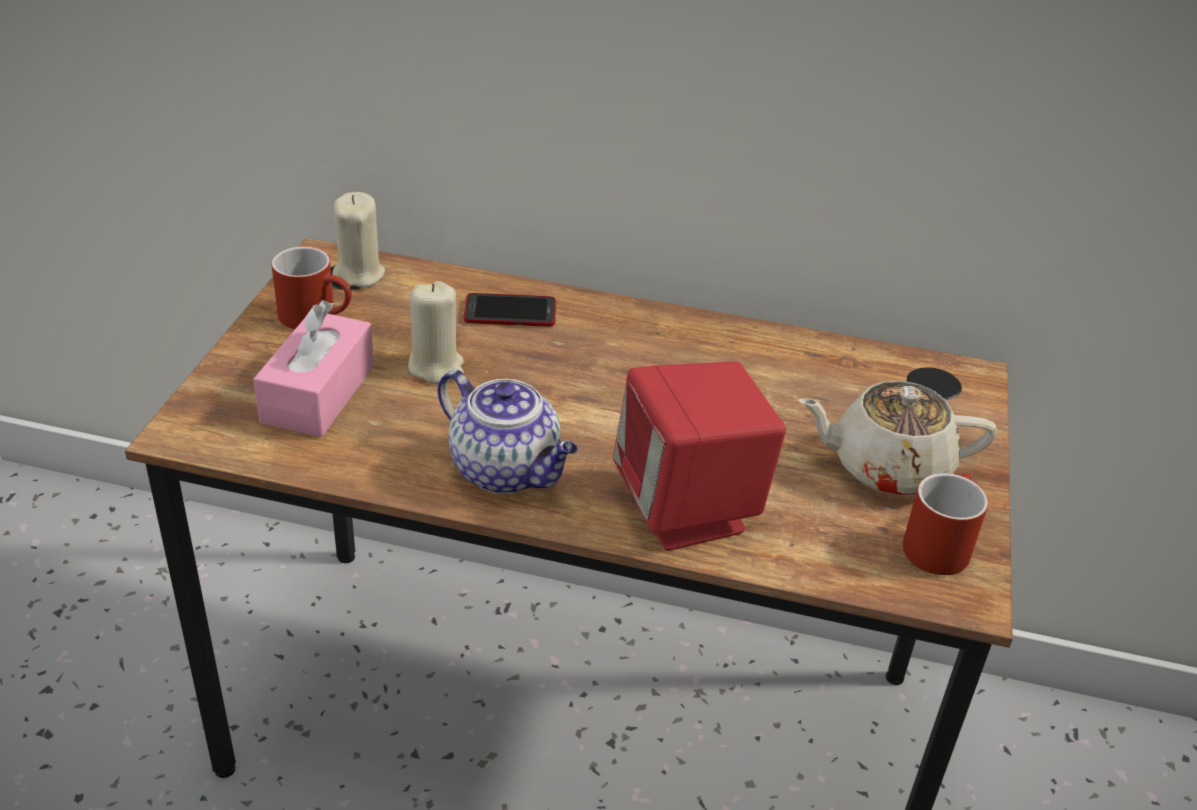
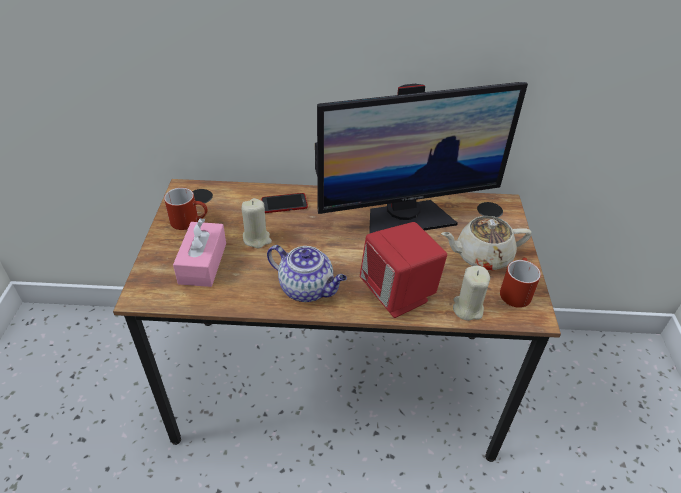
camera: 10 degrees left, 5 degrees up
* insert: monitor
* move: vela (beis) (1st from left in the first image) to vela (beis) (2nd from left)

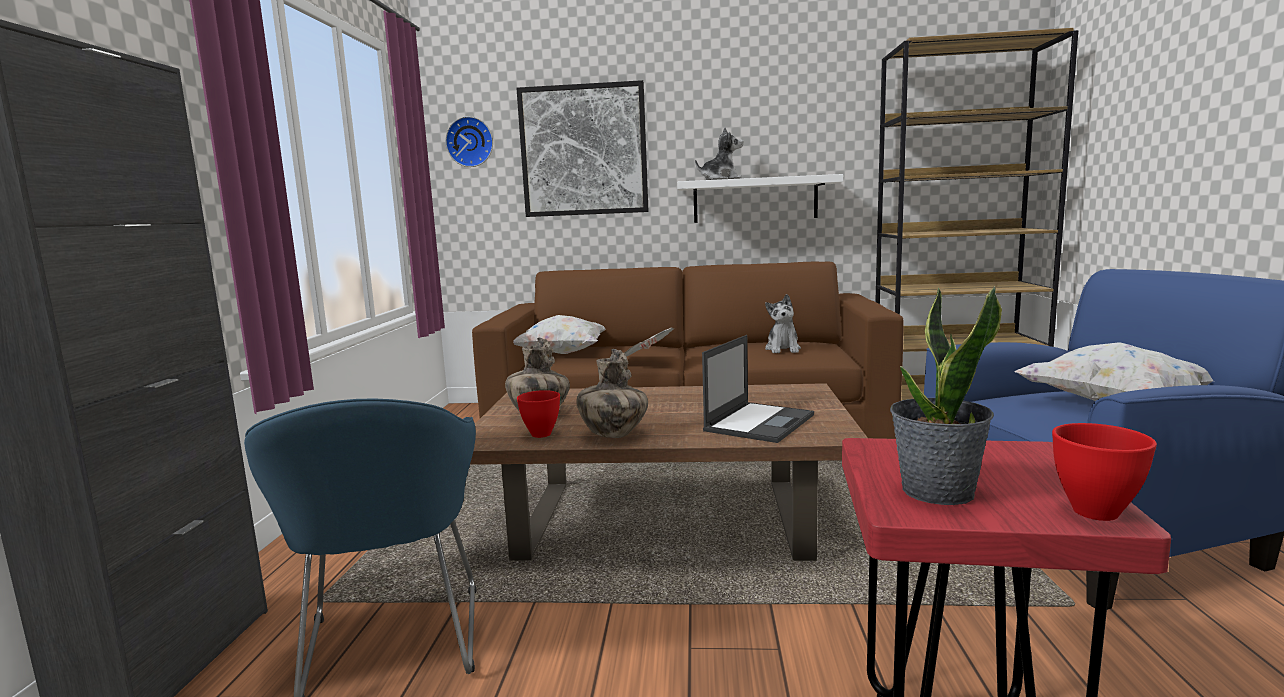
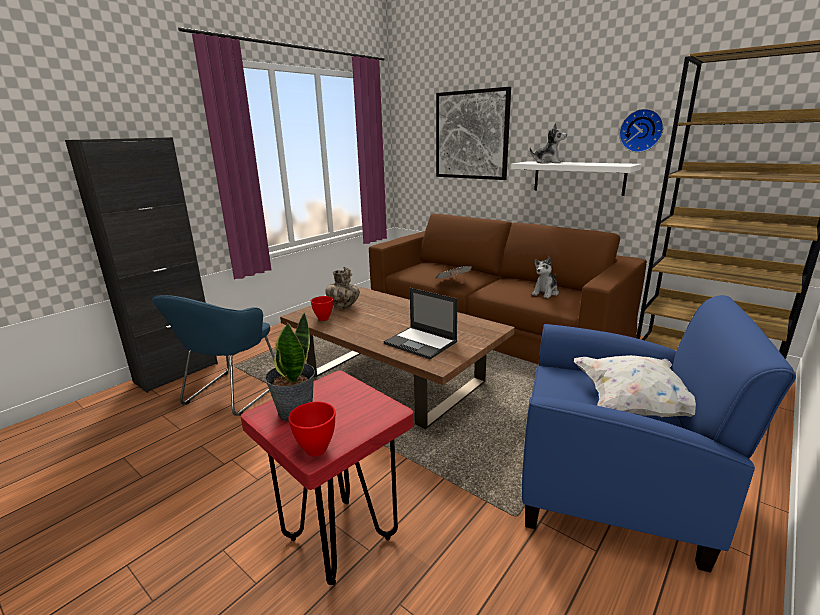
camera: 35 degrees right, 10 degrees up
* rotate: portátil 60 degrees clockwise
* move: reloj de pared
* delete: cojín (blanco) (1st from left)
* delete: florero (2nd from left)

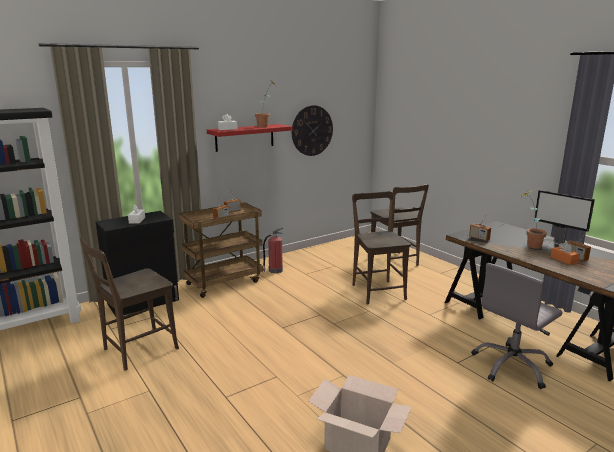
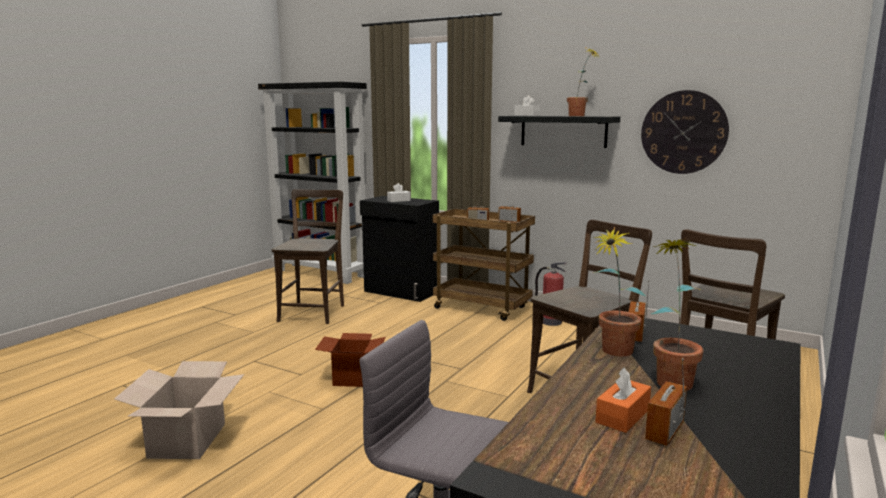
camera: 65 degrees right, 5 degrees down
* rotate: silla (marrón) (1st from left) 75 degrees clockwise
* insert: caja de cartón (2nd from left)
* recolor: estante (rojo) to estante (negro)
* insert: planta en maceta (2nd from left)
* delete: monitor

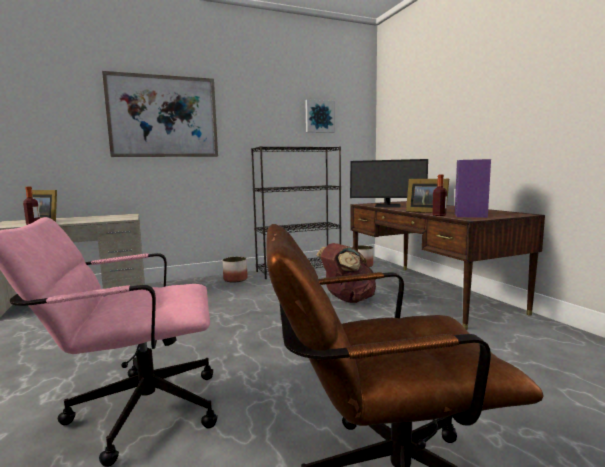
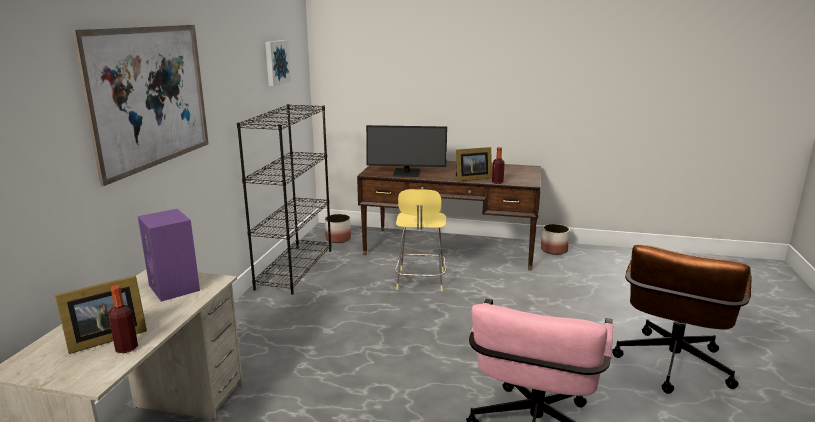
camera: 55 degrees left, 10 degrees up
* move: altavoz (morado)
* rotate: monitor 45 degrees clockwise
* replace: mochila (marrón) to taburete (amarillo)
* move: maceta (1st from left in the first image) to maceta (2nd from left)

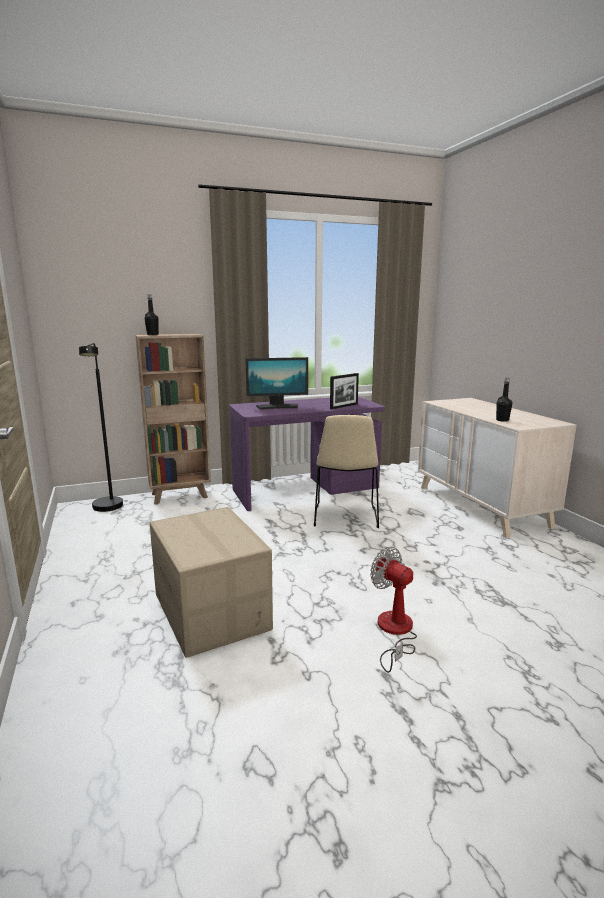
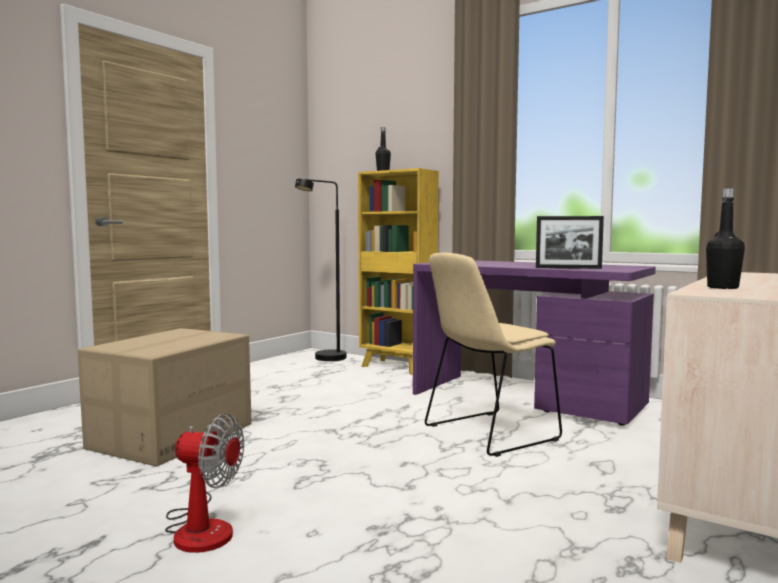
camera: 55 degrees right, 10 degrees down
* rotate: ventilador 90 degrees clockwise
* recolor: estantería (marrón) to estantería (amarillo)
* delete: monitor

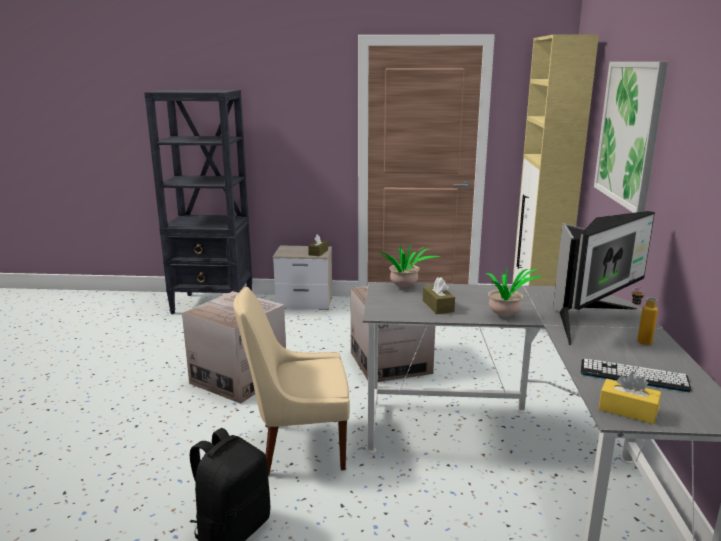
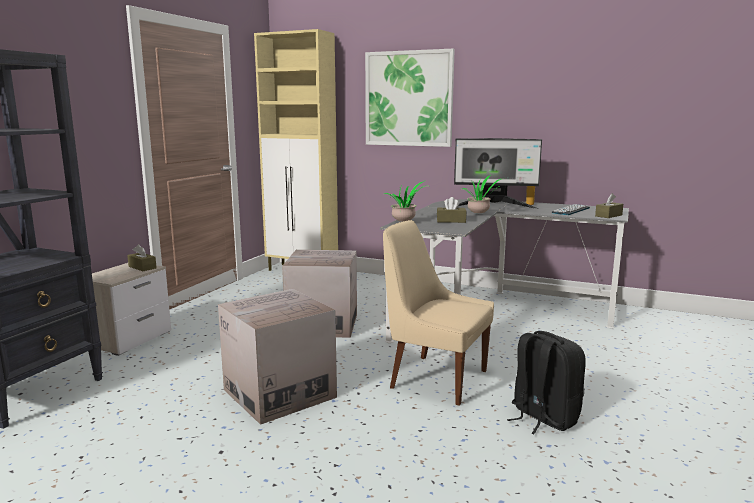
camera: 70 degrees left, 5 degrees down
* rotate: silla (beis) 105 degrees clockwise
* rotate: monitor 120 degrees clockwise
* recolor: caja de pañuelos (amarillo) to caja de pañuelos (marrón) (3rd from left)

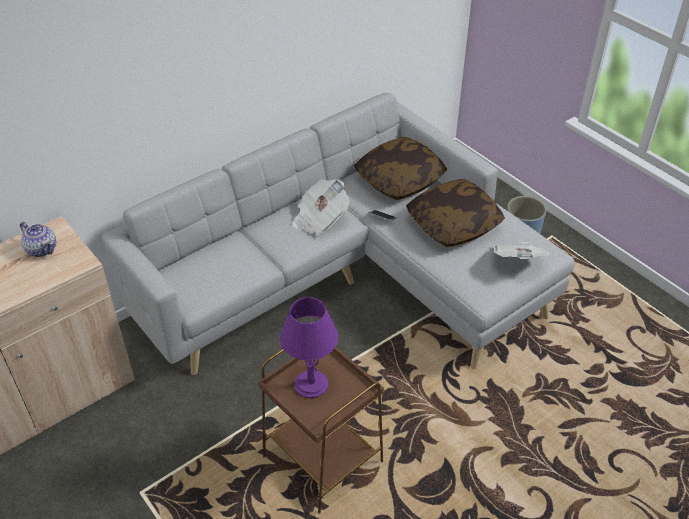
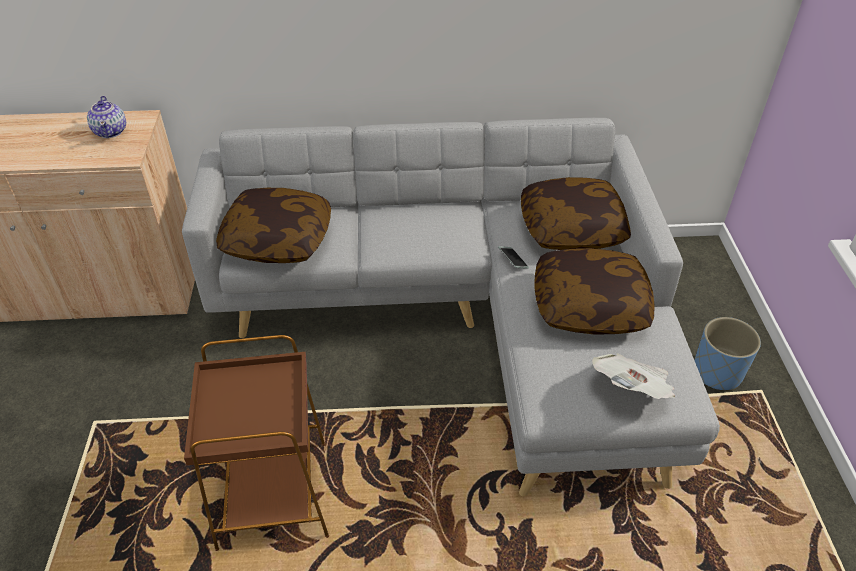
camera: 35 degrees right, 0 degrees up
* insert: cojín (1st from left)
* delete: lámpara de mesa (morado)
* delete: periódico (1st from left)

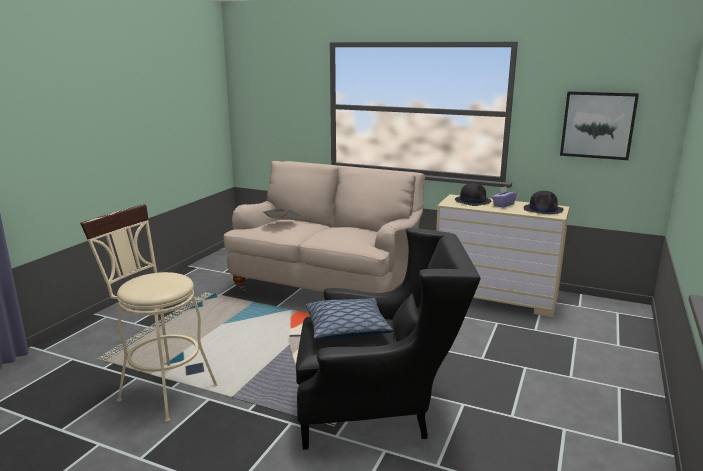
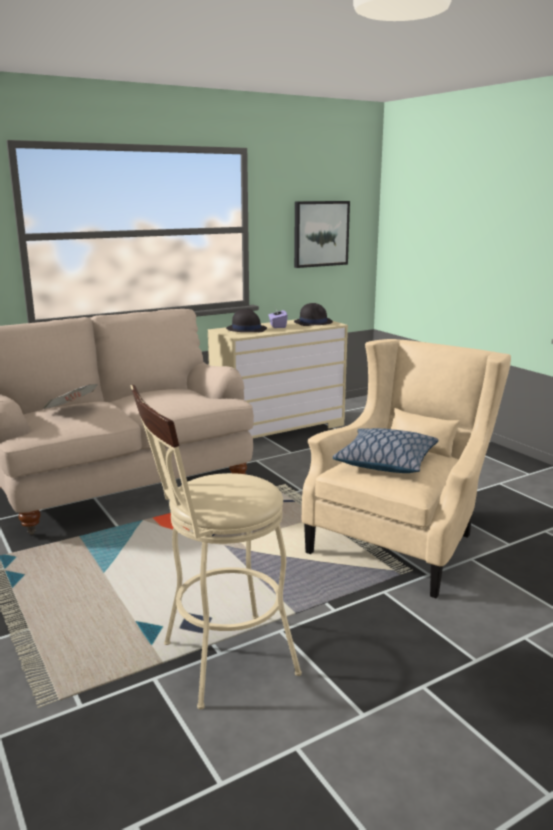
camera: 55 degrees left, 0 degrees up
* recolor: sillón (negro) to sillón (beis)

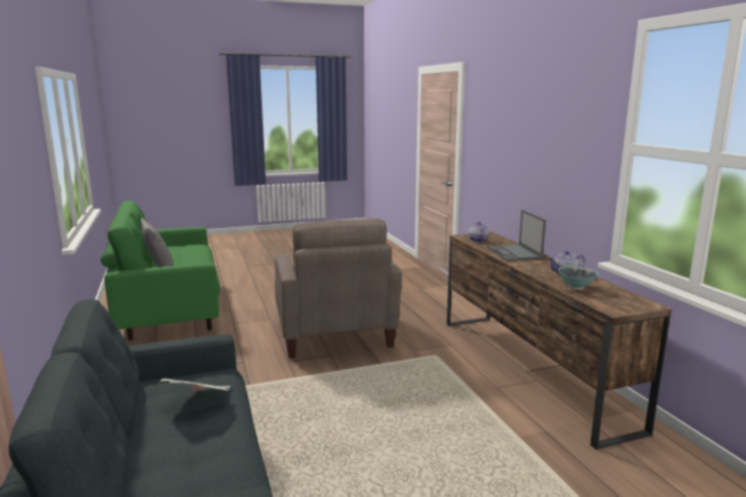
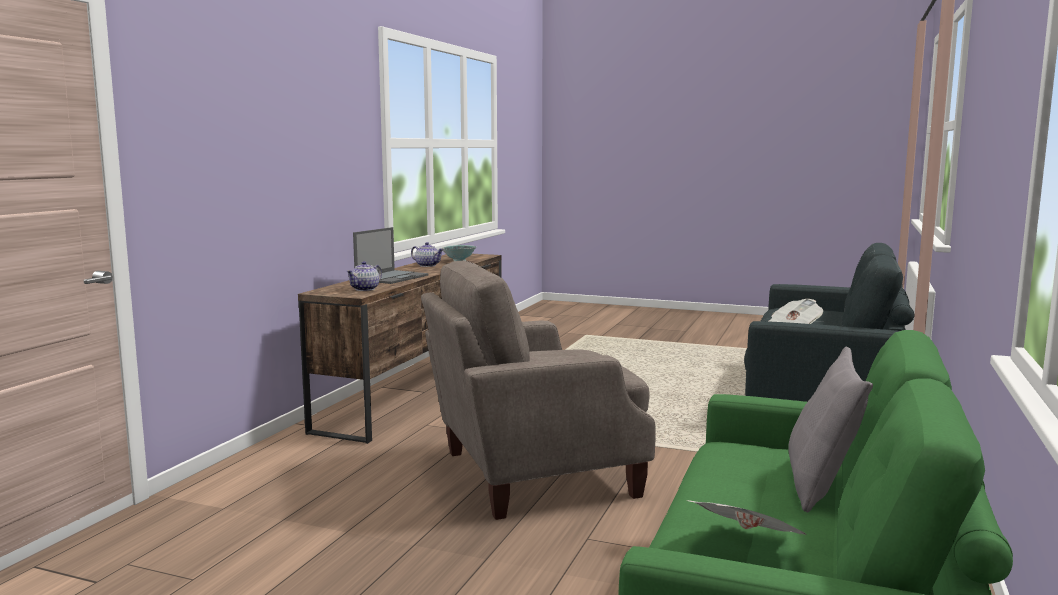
camera: 140 degrees left, 5 degrees down
* rotate: sillón (beis) 135 degrees counterclockwise
* insert: periódico (1st from left)

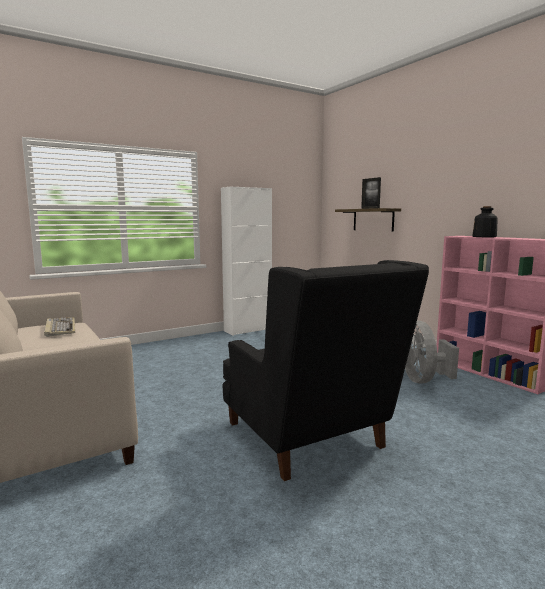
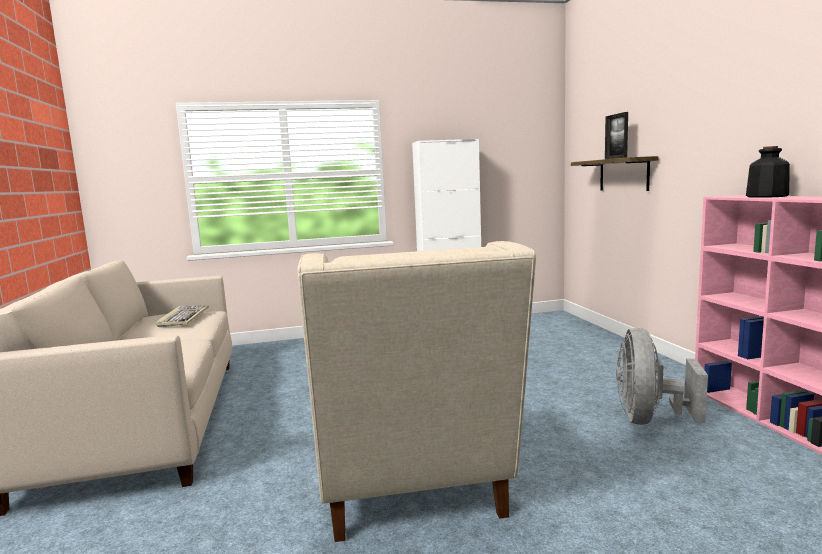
camera: 20 degrees right, 0 degrees up
* recolor: sillón (negro) to sillón (beis)

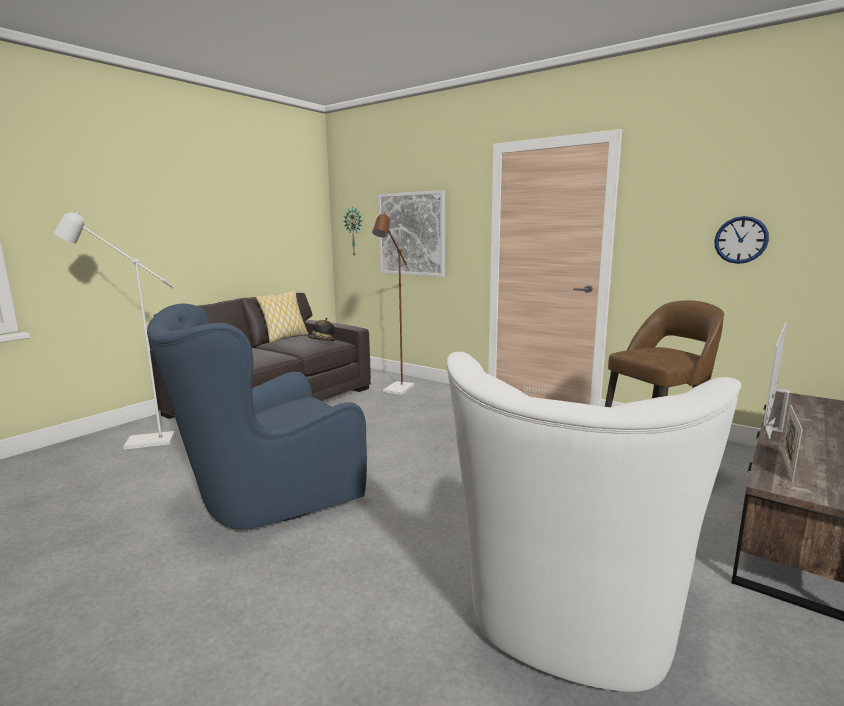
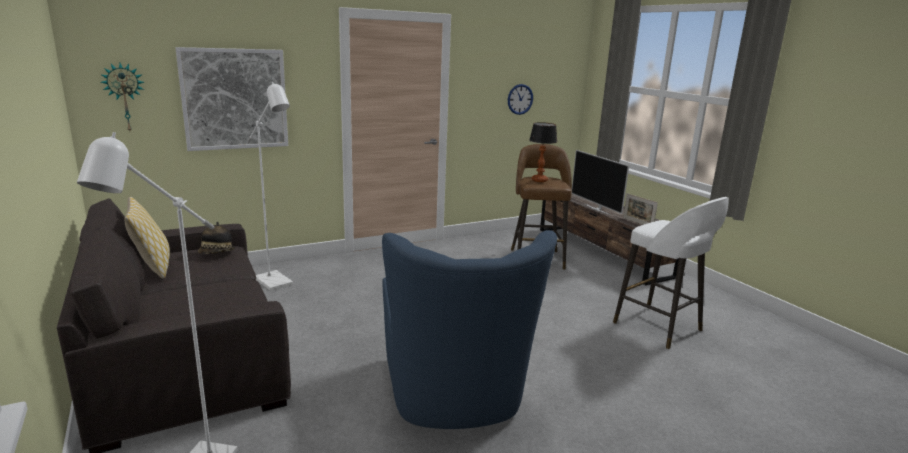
camera: 65 degrees left, 5 degrees up
* recolor: lámpara de pie (marrón) to lámpara de pie (blanco) (2nd from left)
* insert: lámpara de mesa
* replace: sillón (blanco) to taburete (blanco)

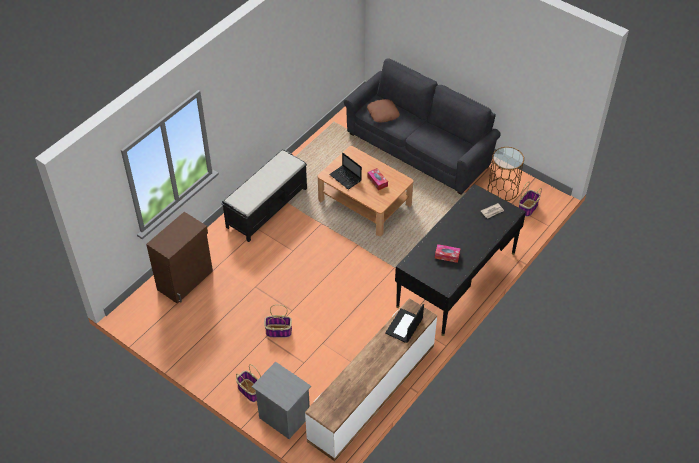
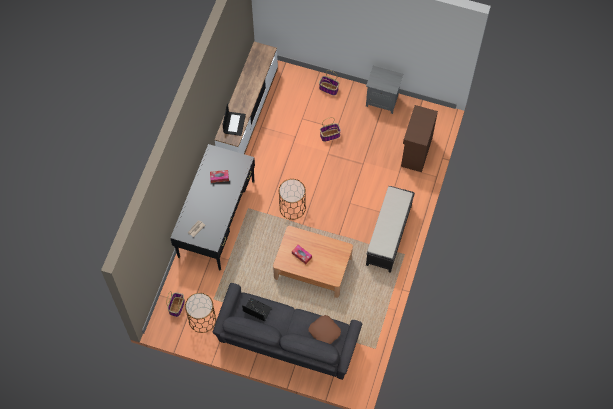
camera: 160 degrees right, 15 degrees up
* move: portátil (1st from left in the first image) to portátil (2nd from left)
* insert: mesa auxiliar (marrón) (2nd from left)
* move: mesita de noche (gris)

